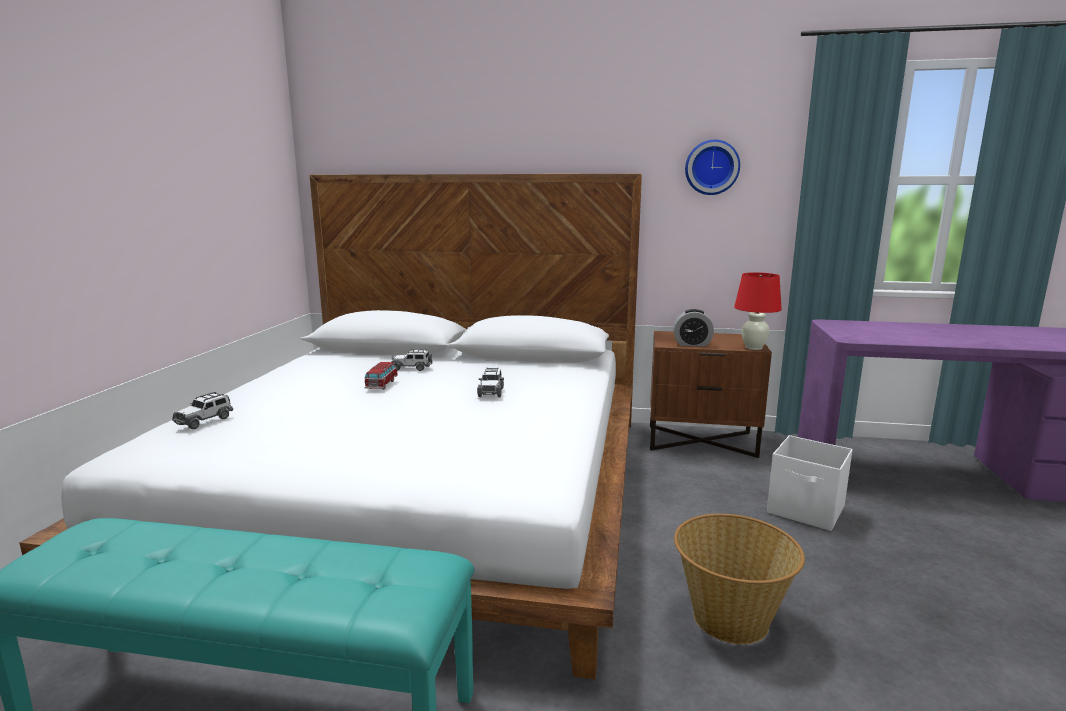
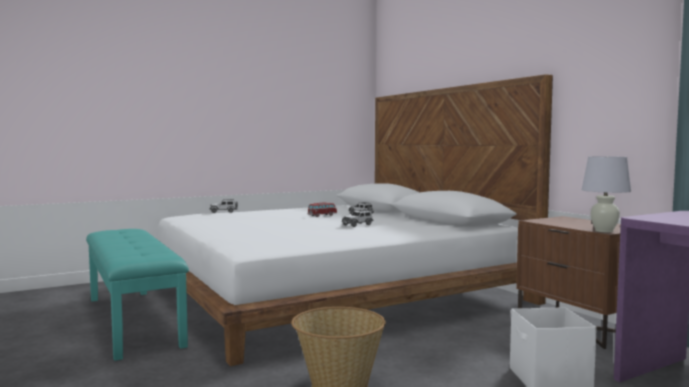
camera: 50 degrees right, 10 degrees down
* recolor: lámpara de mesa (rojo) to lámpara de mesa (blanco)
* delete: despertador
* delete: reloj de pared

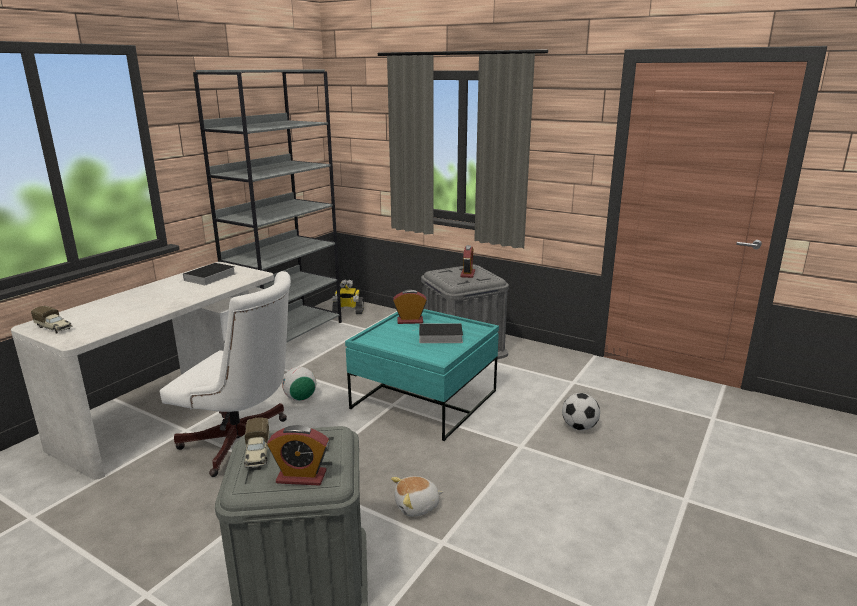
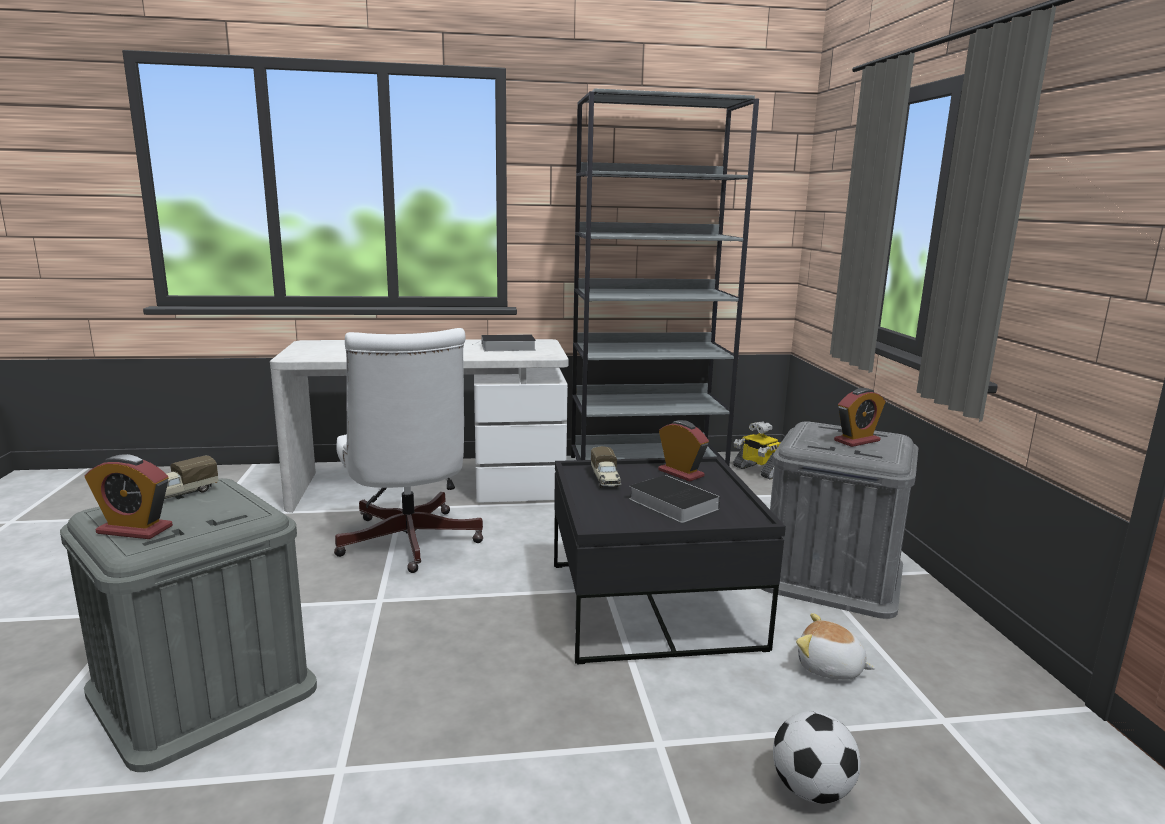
camera: 50 degrees right, 5 degrees down
* rotate: despertador (1st from left) 45 degrees counterclockwise
* recolor: mesa de centro (turquesa) to mesa de centro (negro)
* move: camión de juguete (1st from left in the first image) to camión de juguete (2nd from left)
* move: peluche
* delete: balón de fútbol (1st from left)

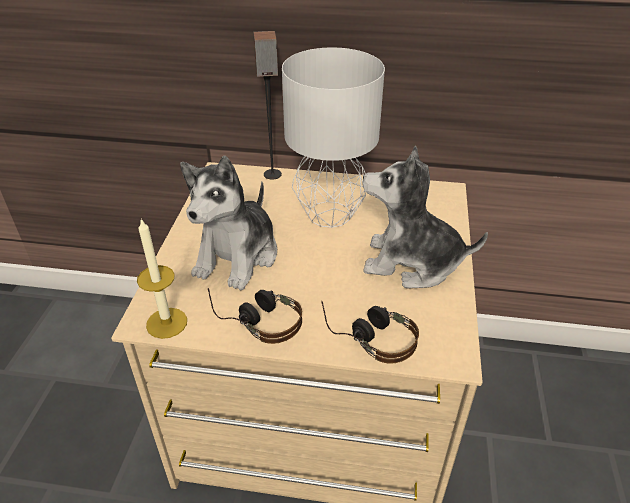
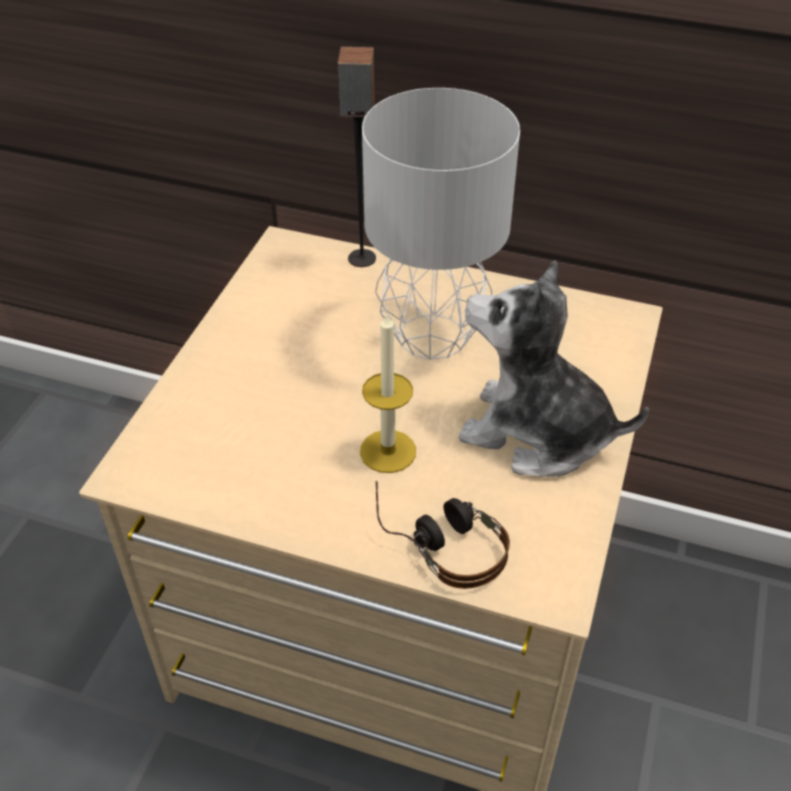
camera: 10 degrees right, 5 degrees up
* move: vela
* delete: peluche (1st from left)
* delete: auriculares (1st from left)

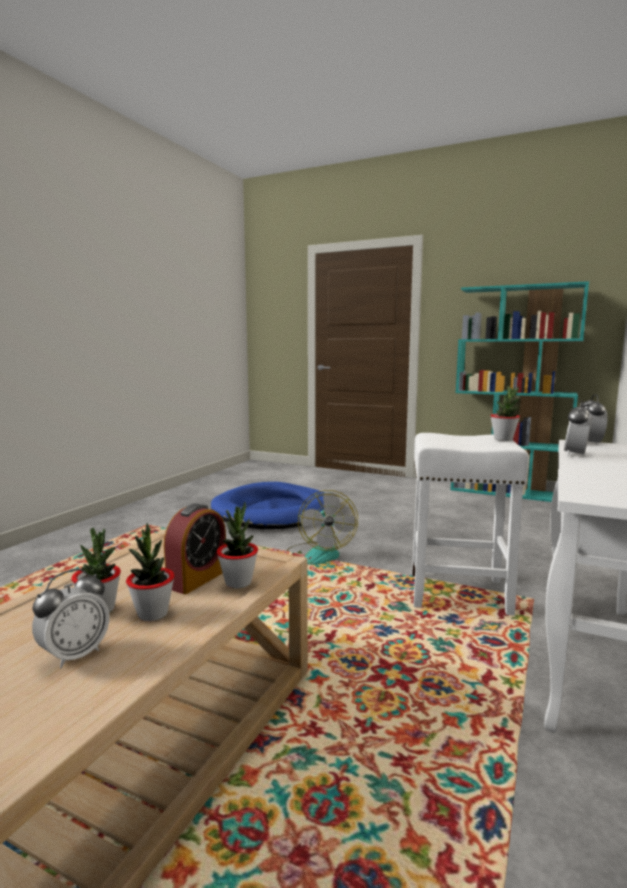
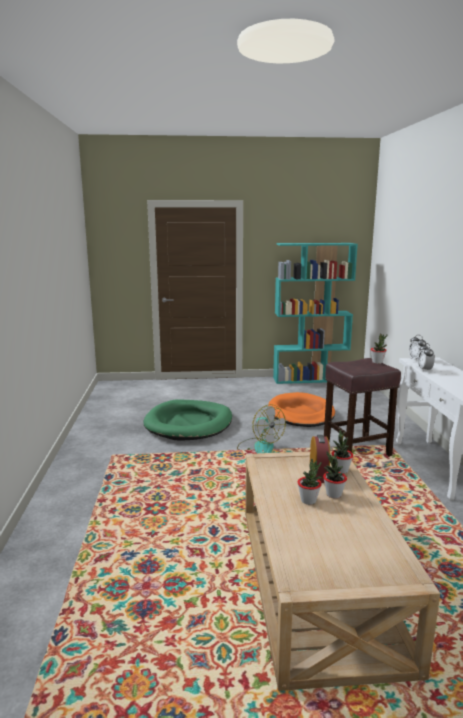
camera: 30 degrees left, 5 degrees up
* recolor: cama para perro (azul) to cama para perro (verde)
* insert: cama para perro (naranja)
* recolor: taburete (blanco) to taburete (marrón)
* delete: despertador (1st from left)

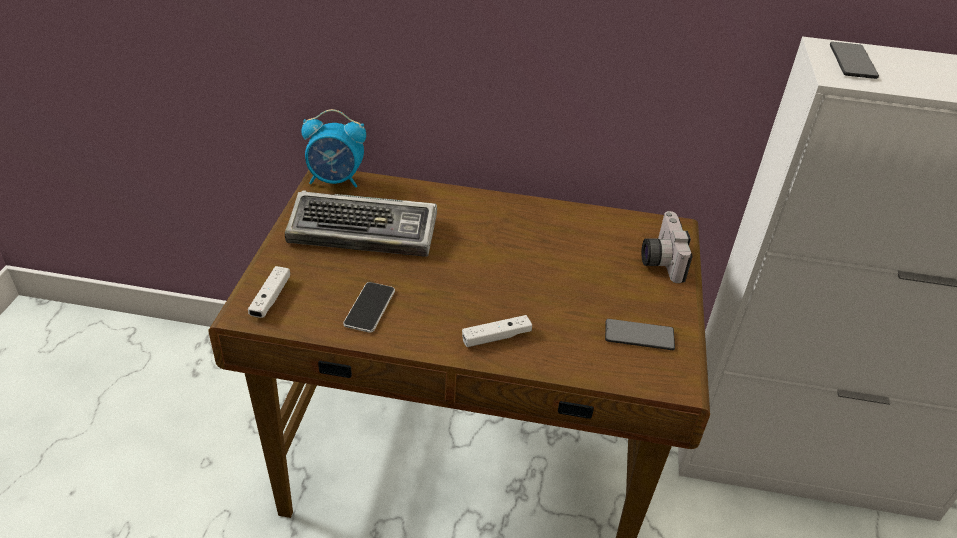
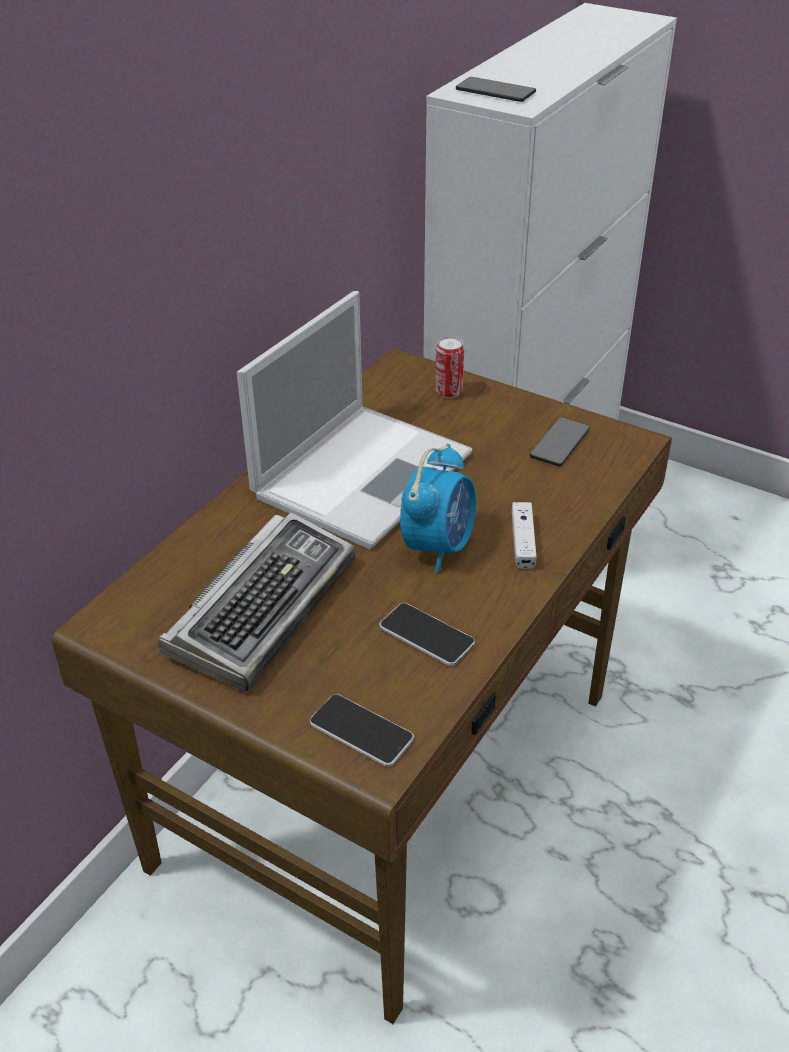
camera: 65 degrees left, 0 degrees up
* insert: portátil
* replace: mando de consola (blanco) (1st from left) to móvil (1st from left)
* move: despertador
* replace: cámara to lata

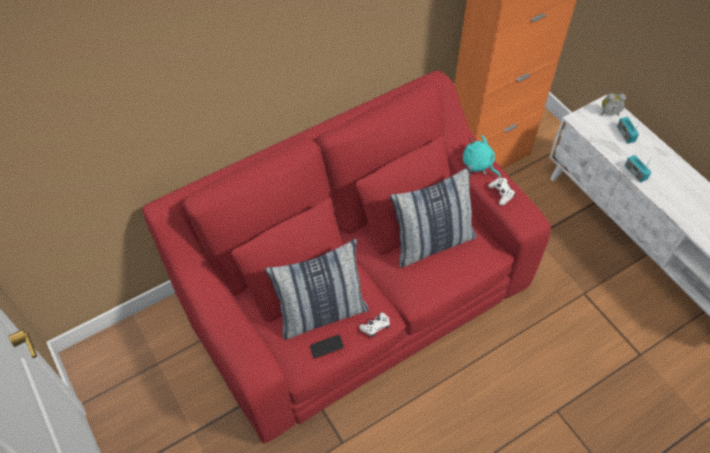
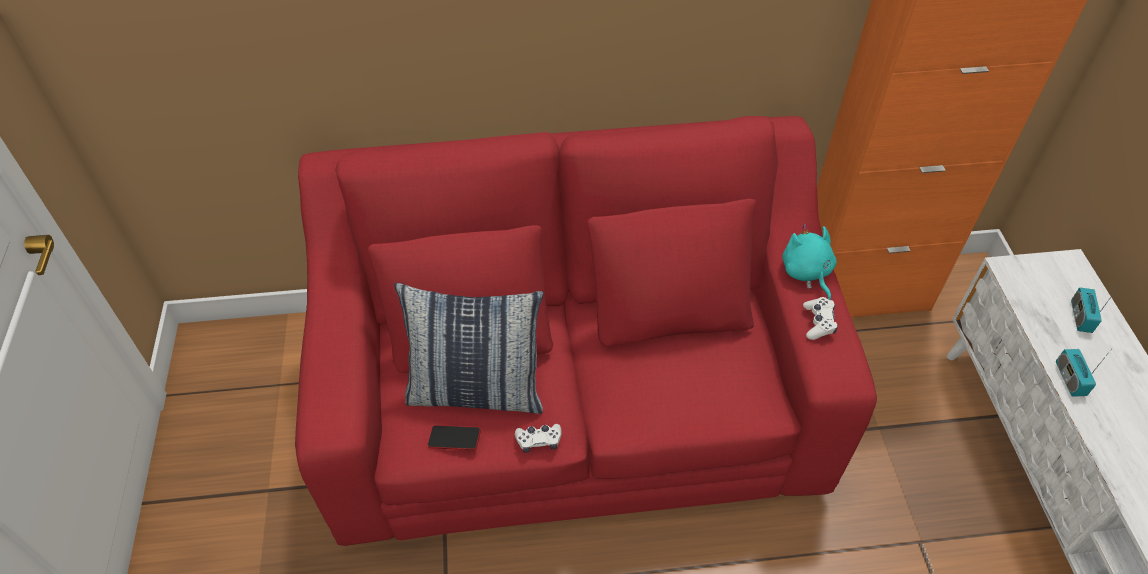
camera: 25 degrees right, 5 degrees down
* delete: cojín (2nd from left)
* delete: despertador

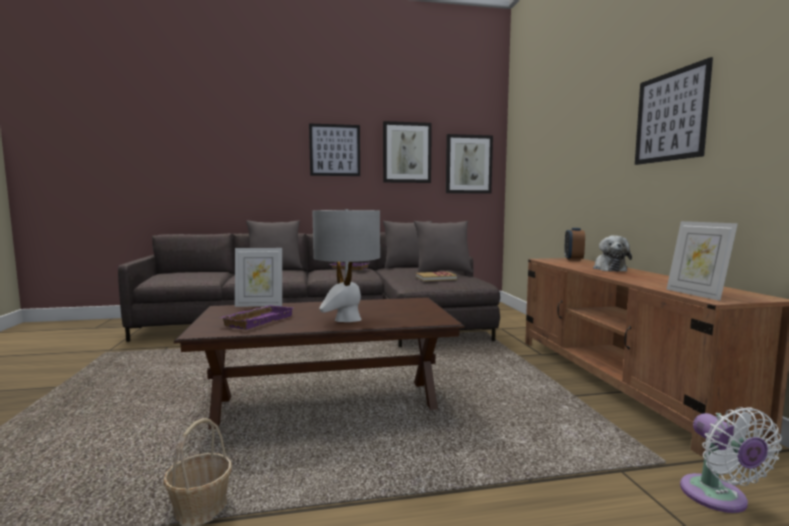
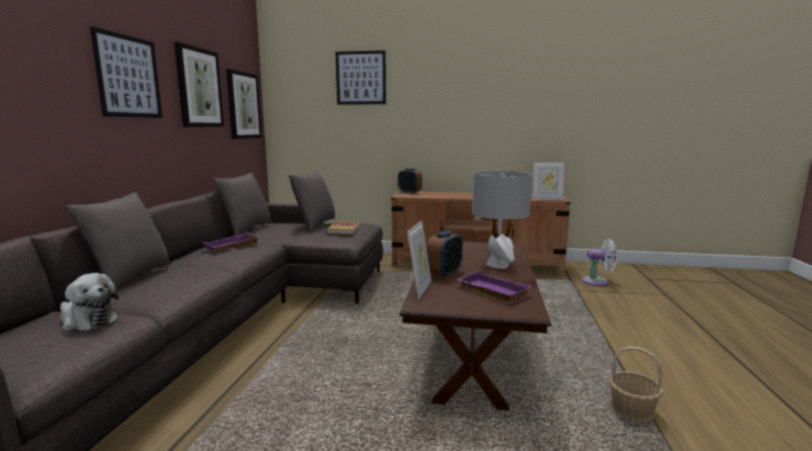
camera: 70 degrees left, 5 degrees up
* move: peluche
* move: cuadro (4th from left)
* insert: despertador (2nd from left)

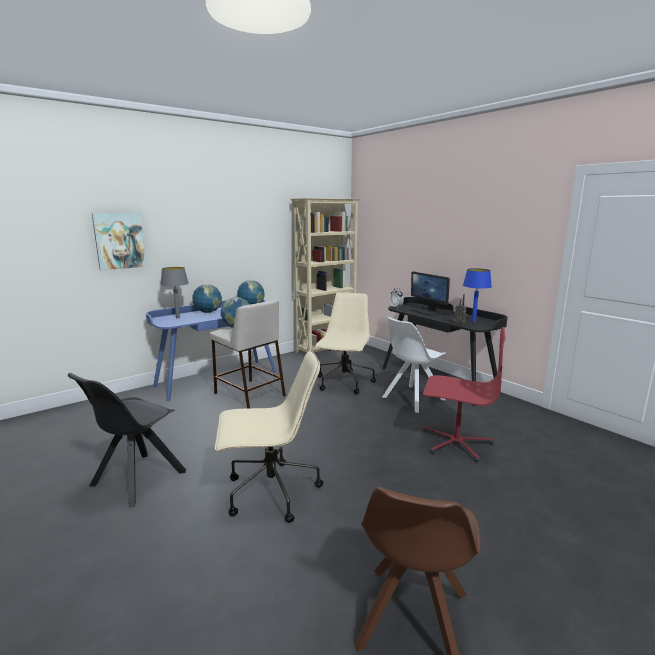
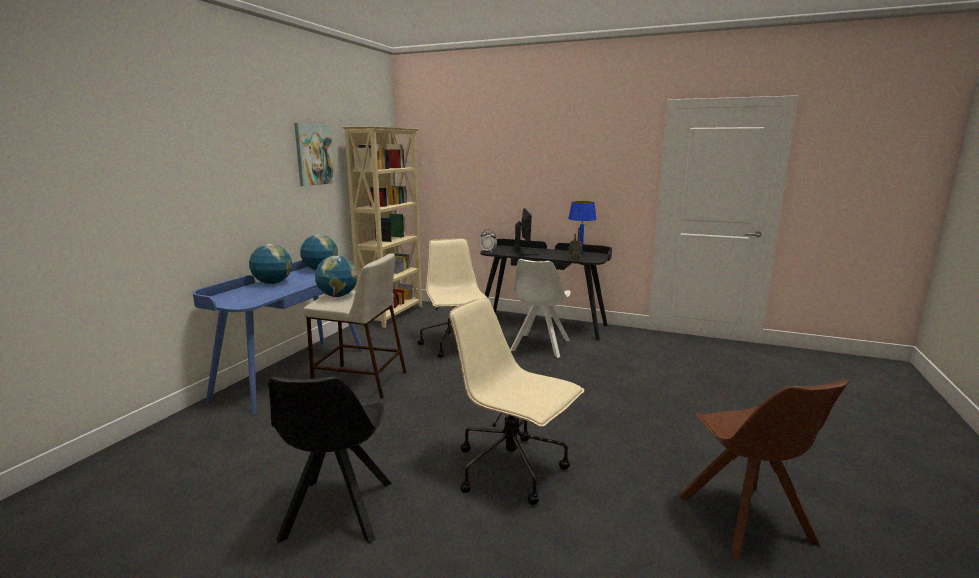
camera: 30 degrees left, 0 degrees up
* move: cuadro
* rotate: silla de oficina (beis) (1st from left in the first image) 105 degrees counterclockwise
* rotate: monitor 120 degrees counterclockwise
* delete: lámpara de mesa (gris)
* delete: silla de oficina (rojo)

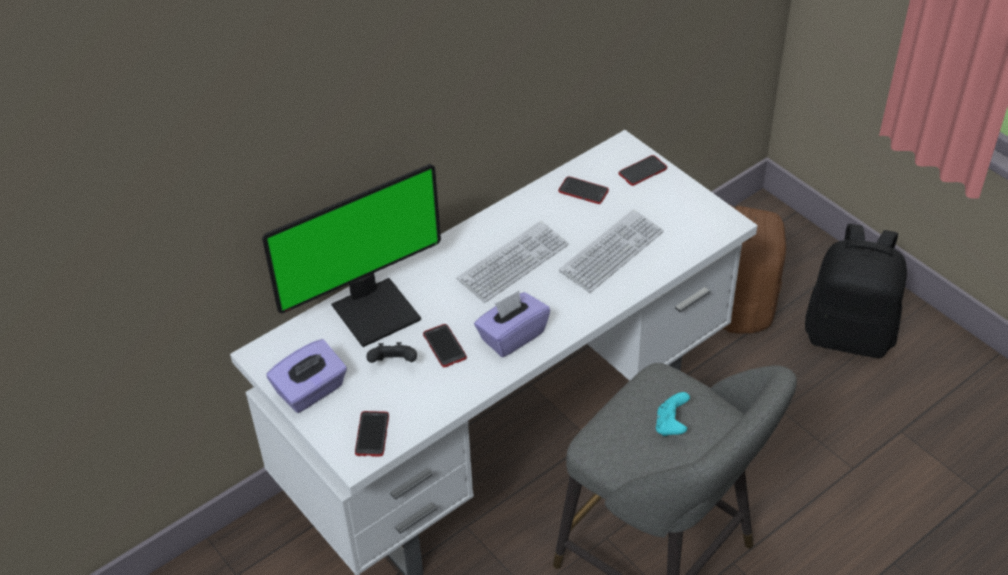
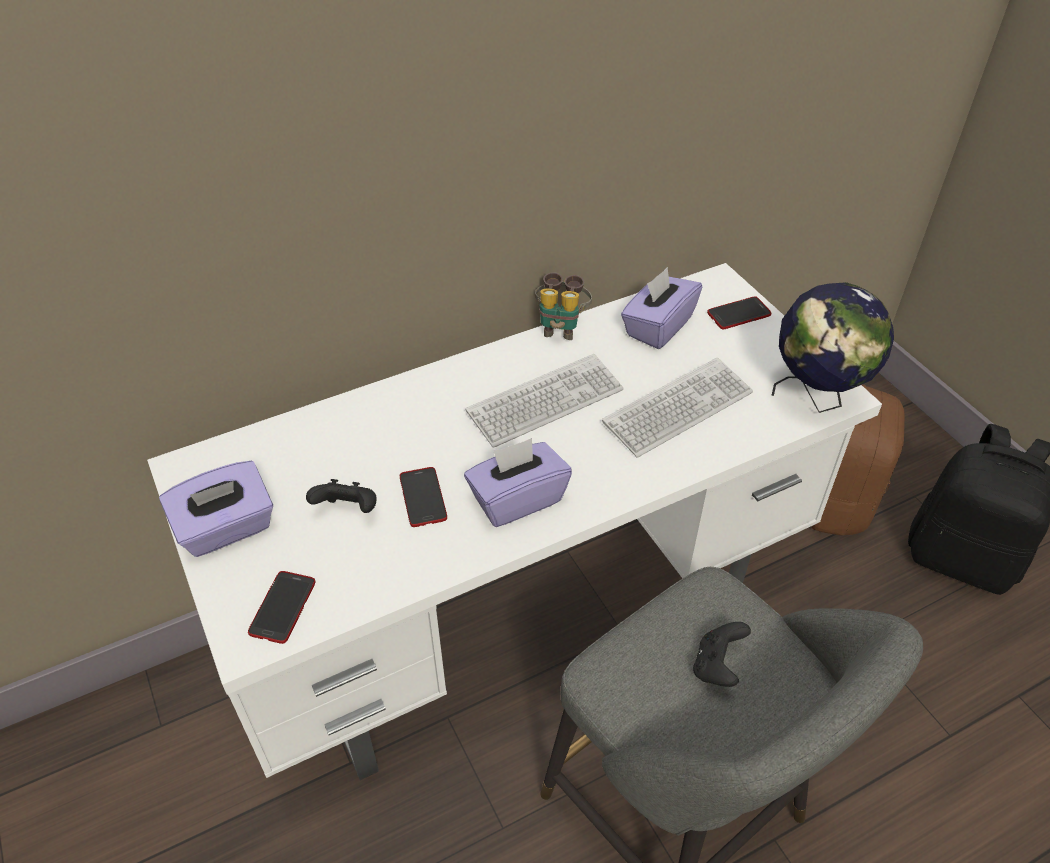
camera: 10 degrees right, 0 degrees up
* insert: prismáticos
* replace: móvil (3rd from left) to caja de pañuelos (morado) (3rd from left)
* recolor: mando de consola (turquesa) to mando de consola (negro) (2nd from left)
* insert: globo terráqueo
* delete: monitor

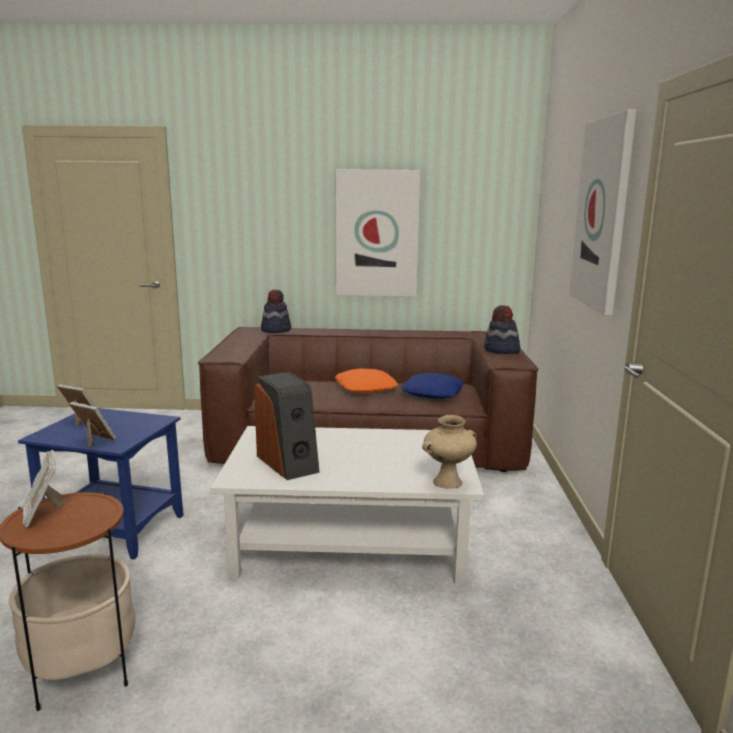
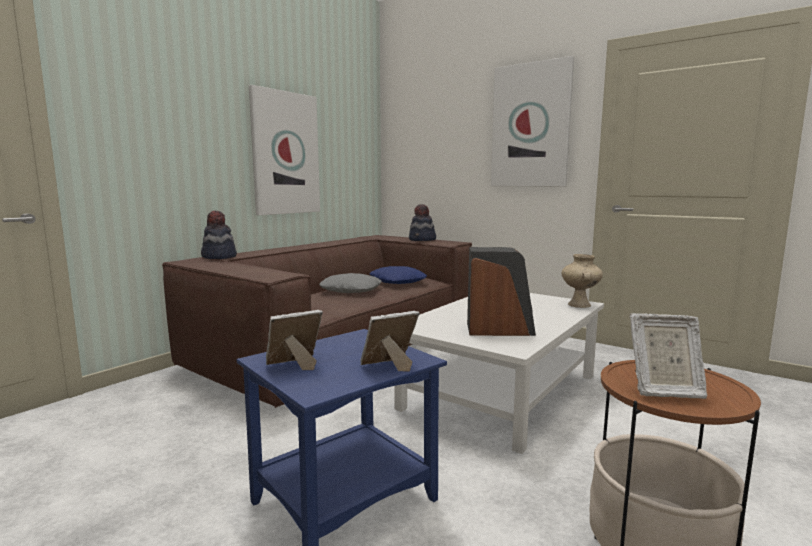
camera: 55 degrees left, 5 degrees down
* recolor: cojín (naranja) to cojín (gris)

